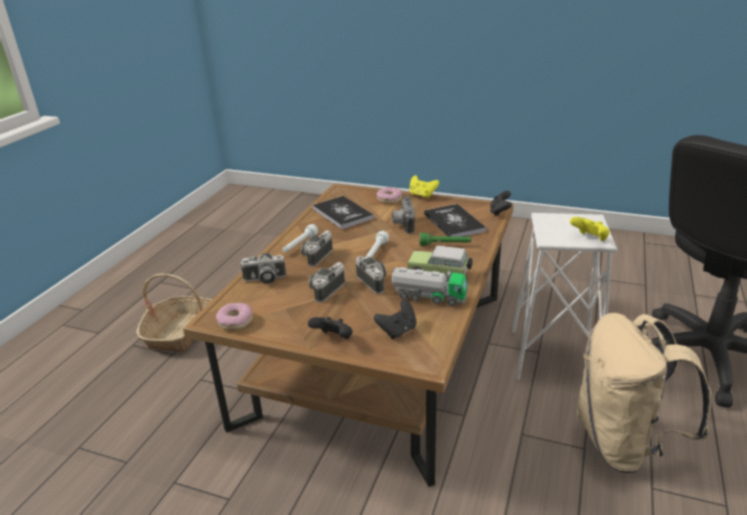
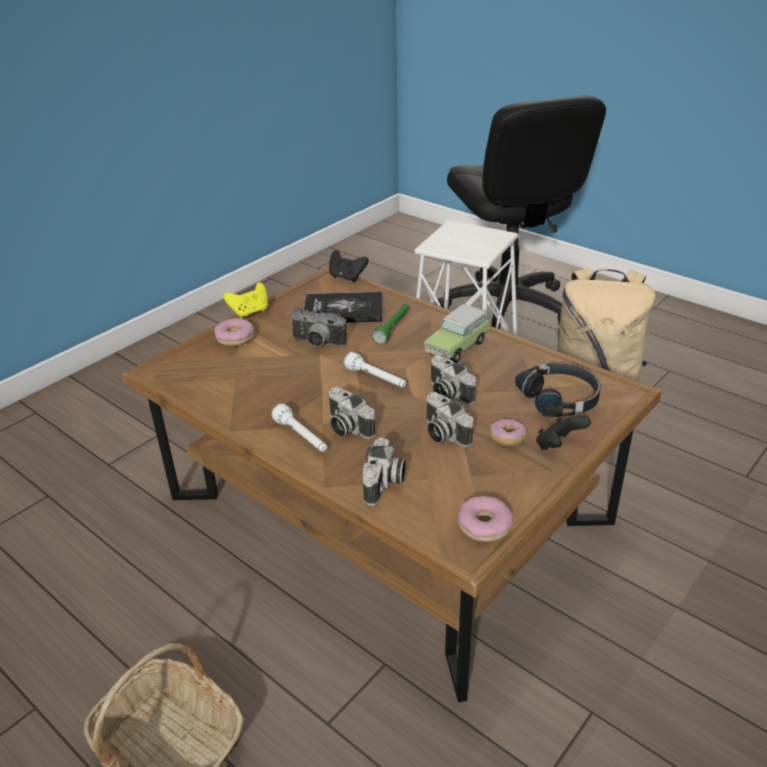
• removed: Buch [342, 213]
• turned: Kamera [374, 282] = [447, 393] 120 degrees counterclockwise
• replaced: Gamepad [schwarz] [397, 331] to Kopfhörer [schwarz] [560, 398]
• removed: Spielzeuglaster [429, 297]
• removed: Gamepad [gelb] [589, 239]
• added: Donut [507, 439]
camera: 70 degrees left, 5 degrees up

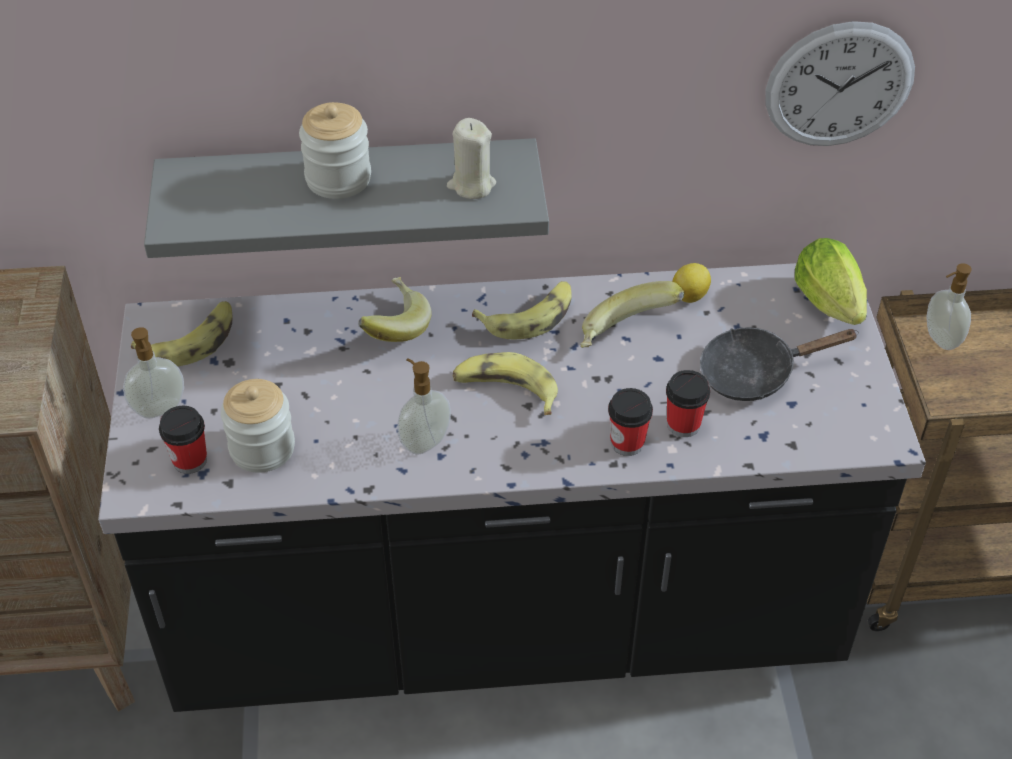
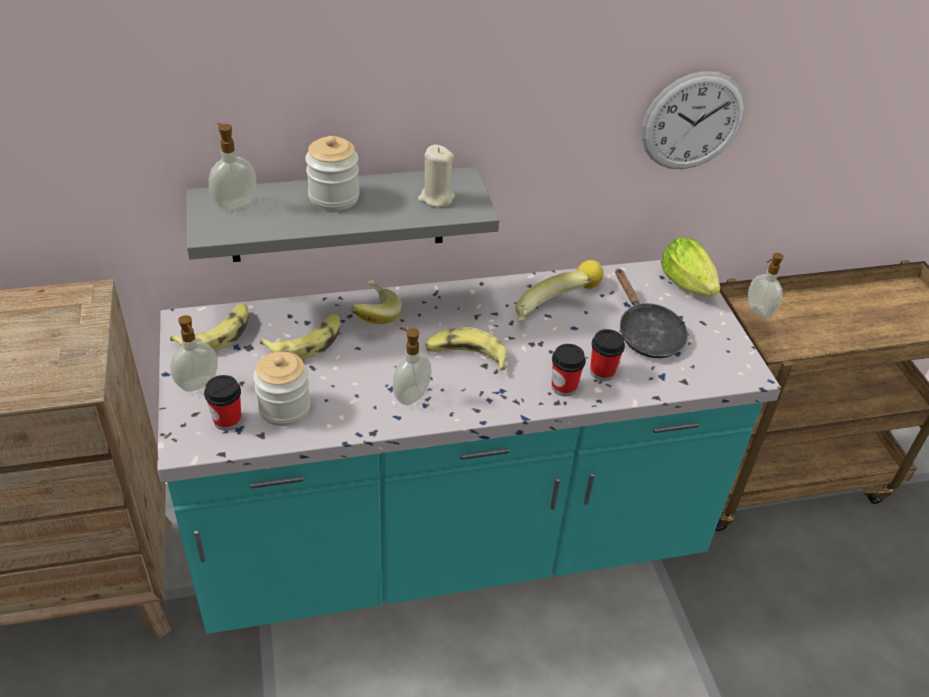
• recoloured: Küchenzeile [schwarz] [506, 621] to Küchenzeile [türkis] [451, 545]
• moved: Banane [529, 316] to [307, 342]
• turned: Pfanne [schwarz] [755, 373] = [646, 334] 90 degrees counterclockwise
• added: Seifenspender [235, 204]
camera: 10 degrees left, 5 degrees down

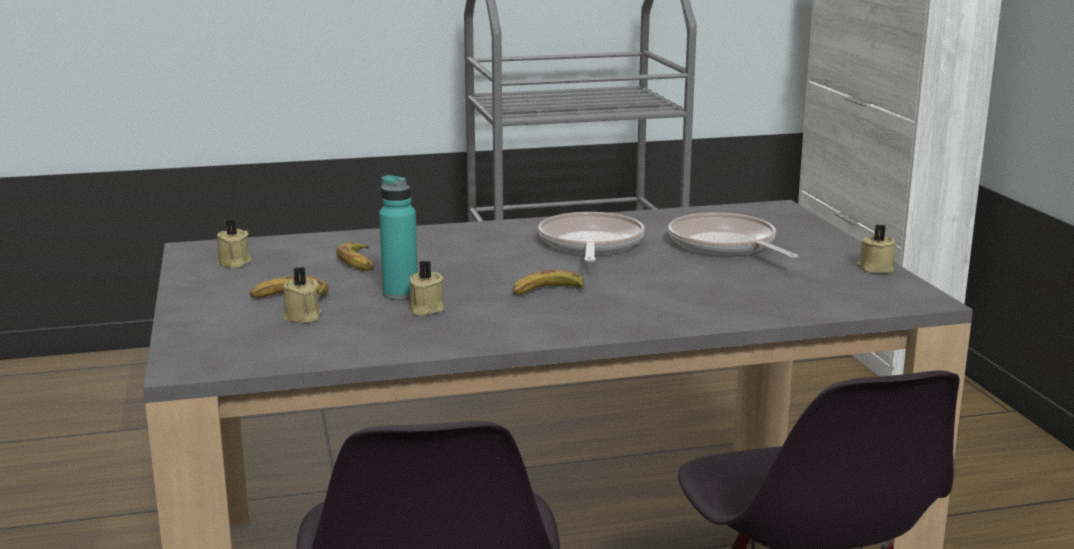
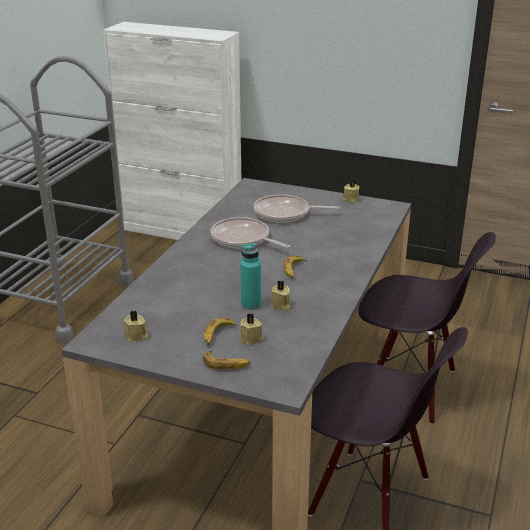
• moved: Banane [359, 263] to [226, 364]
camera: 55 degrees left, 10 degrees up

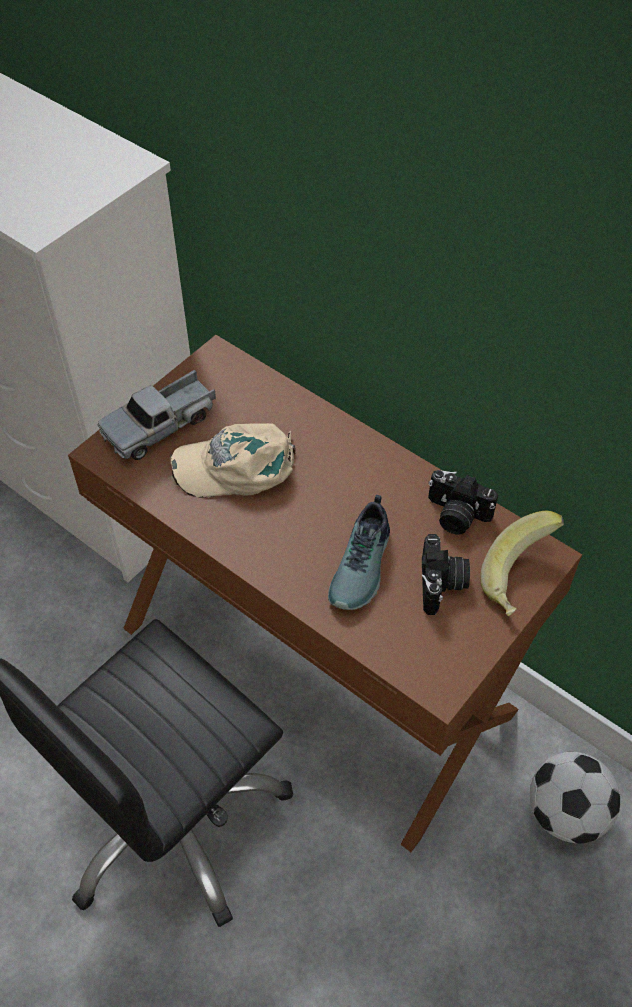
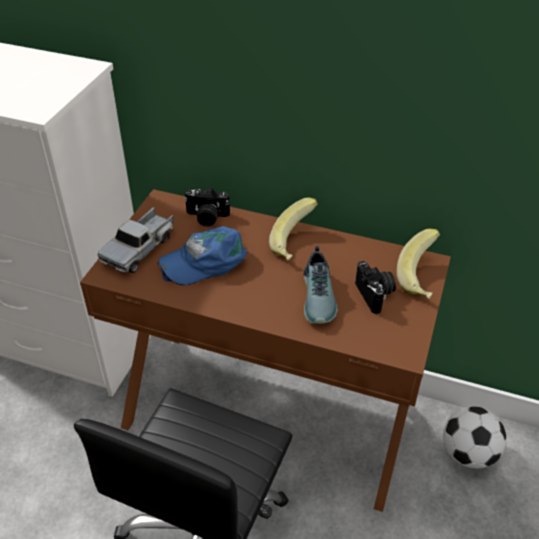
• recoloured: Kappe [beige] [236, 466] to Kappe [blau] [205, 260]
• moved: Kamera [456, 515] to [207, 217]
• added: Banane [295, 244]
camera: 20 degrees left, 10 degrees down

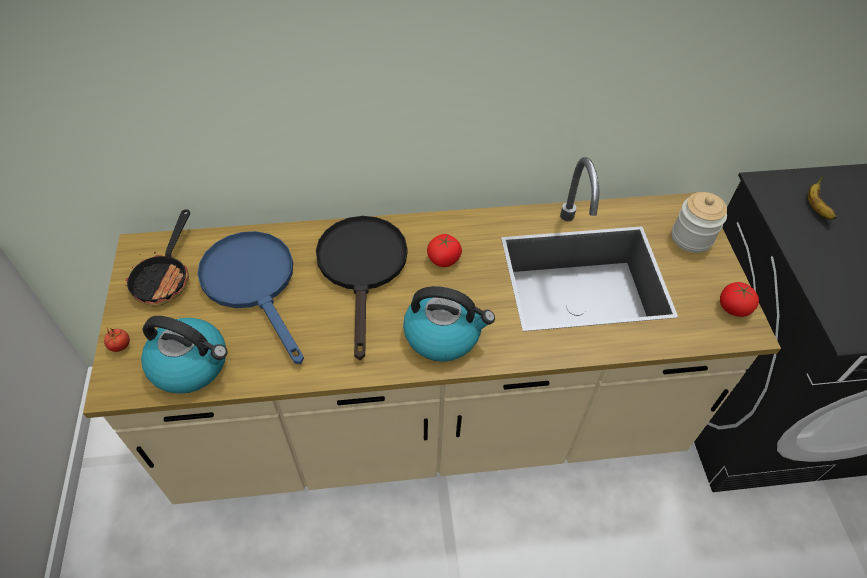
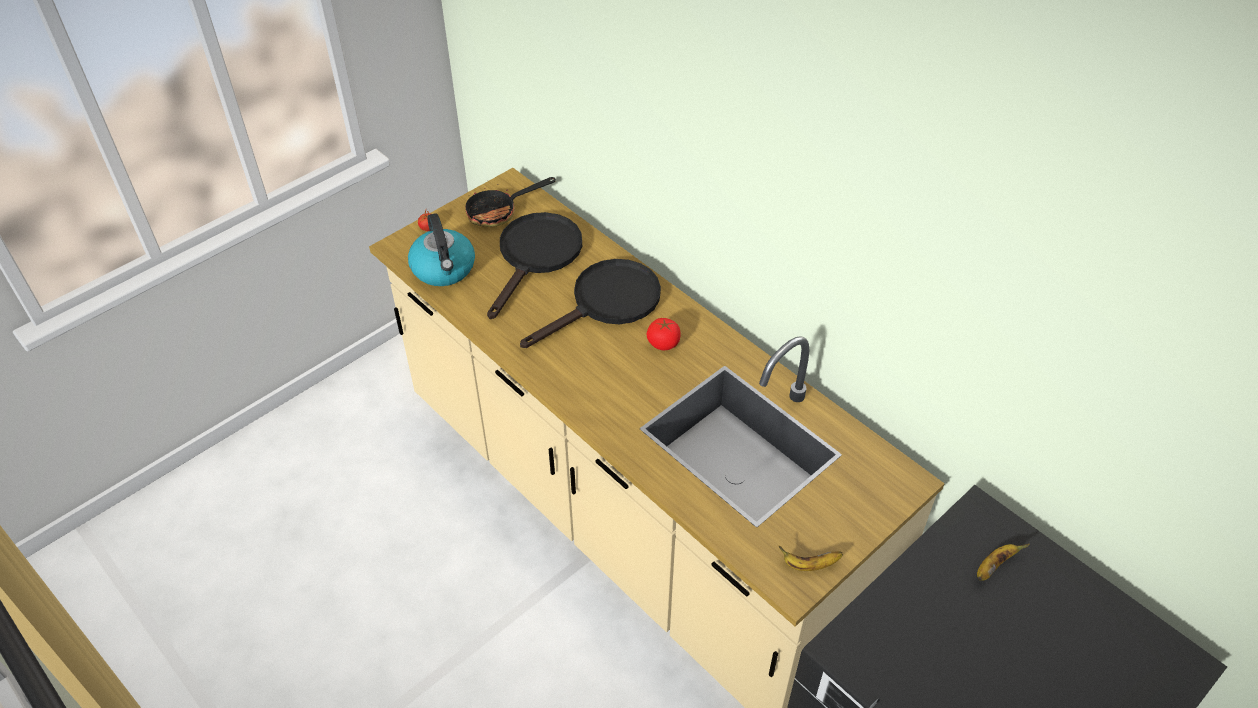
• recoloured: Pfanne [blau] [254, 284] to Pfanne [schwarz] [536, 256]
• removed: Wasserkessel [444, 334]
• removed: Vorratsglas [691, 238]
• replaced: Tomate [733, 308] to Banane [809, 565]
camera: 55 degrees right, 5 degrees down

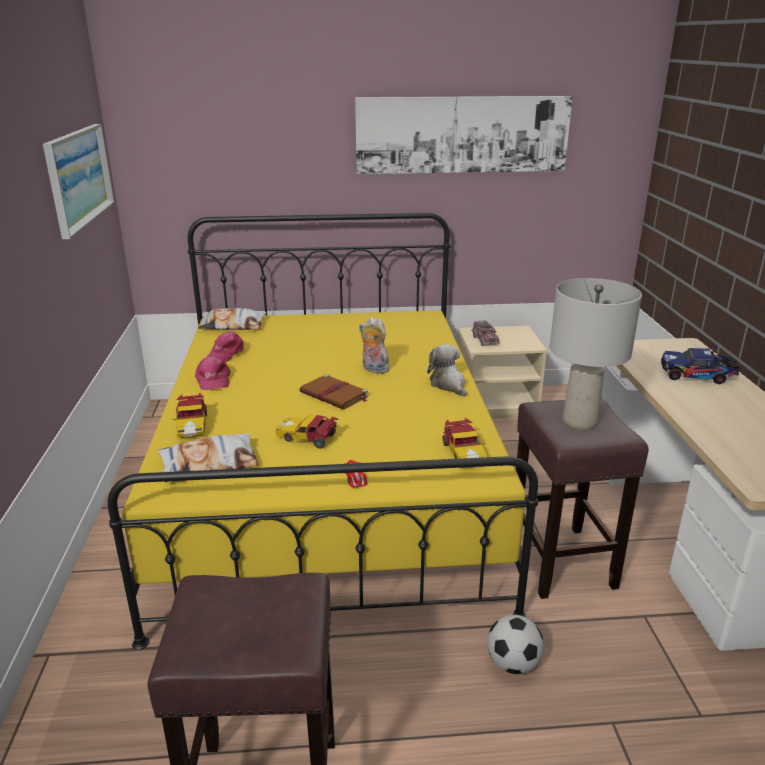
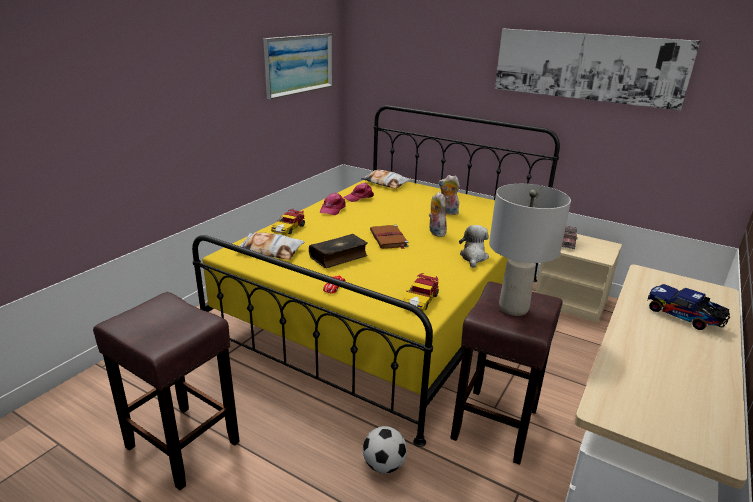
• replaced: Spielzeugauto [308, 438] to Buch [339, 257]
• added: Plüschtier [447, 212]
camera: 35 degrees right, 0 degrees up

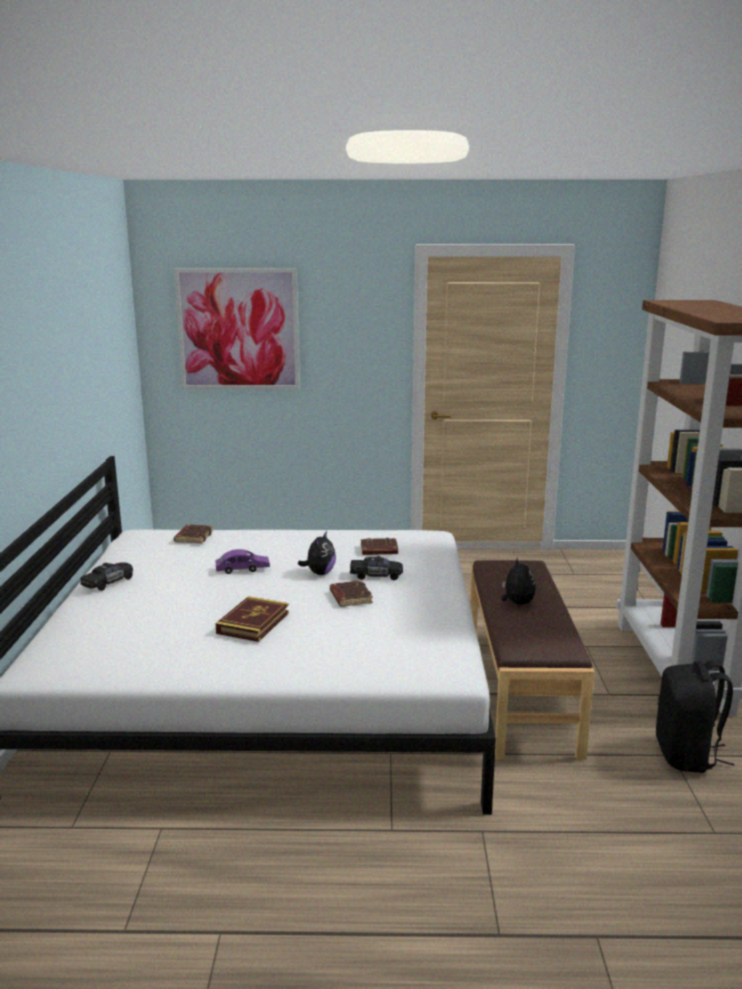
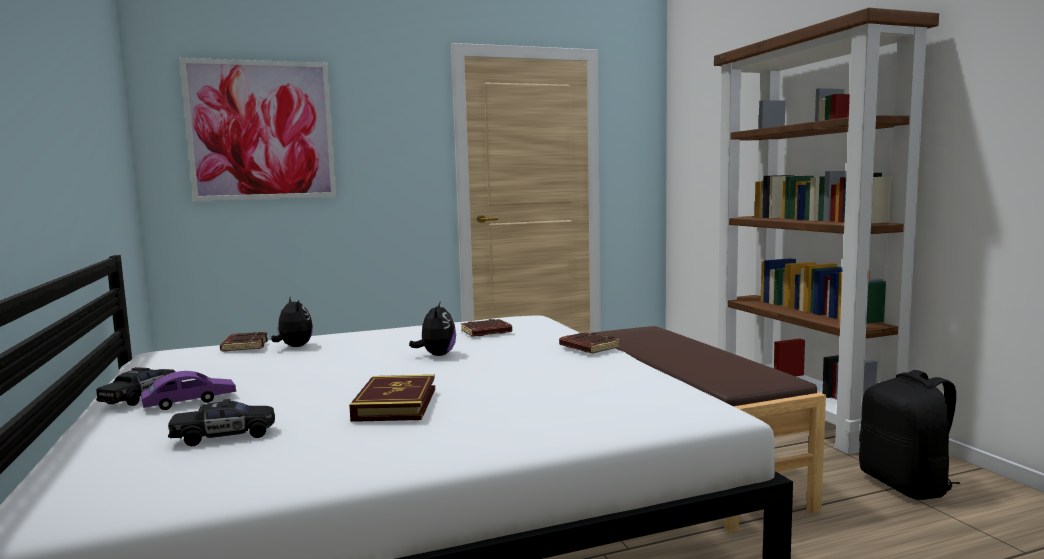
• moved: Spielzeugauto [lila] [242, 569] to [190, 402]
• moved: Buch [braun] [350, 597] to [588, 347]
• moved: Spielzeugauto [schwarz] [376, 576] to [225, 436]
• moved: Plüschtier [517, 603] to [294, 347]
camera: 20 degrees left, 10 degrees down

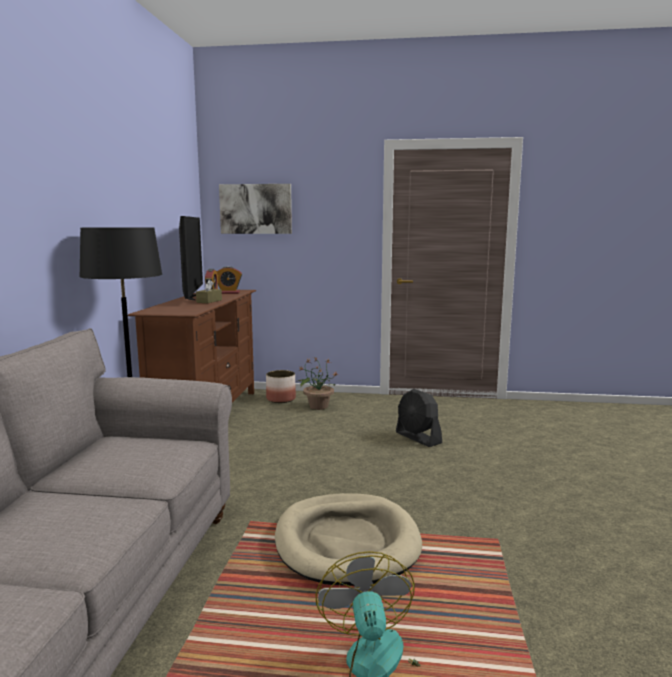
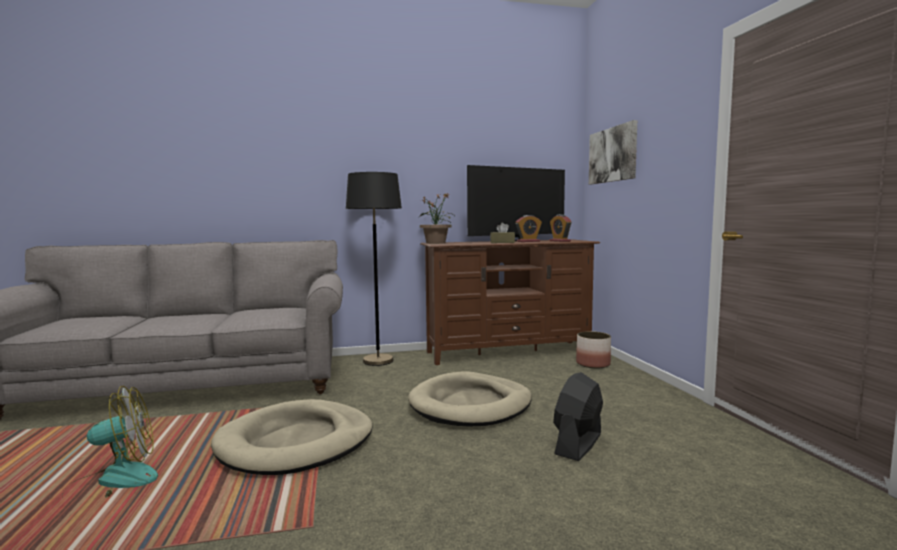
• moved: Topfpflanze [318, 406] to [435, 243]
• added: Hundebett [beige] [471, 404]
camera: 70 degrees right, 5 degrees down

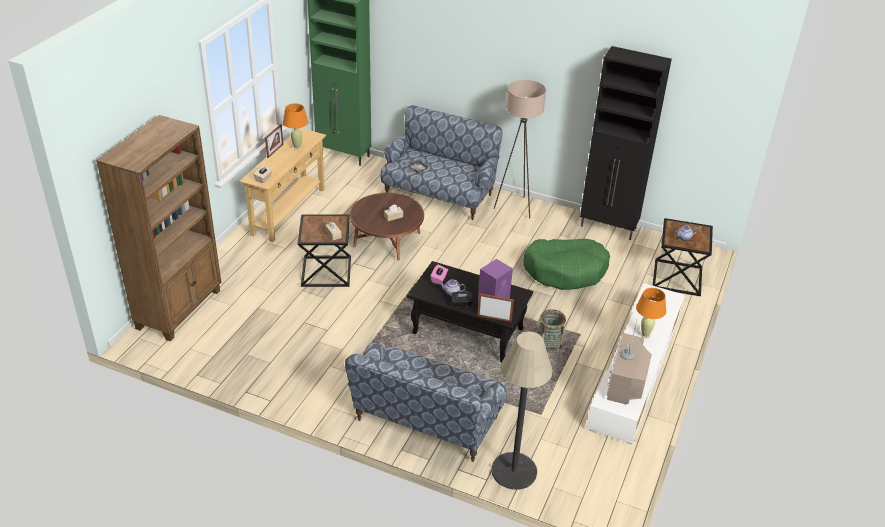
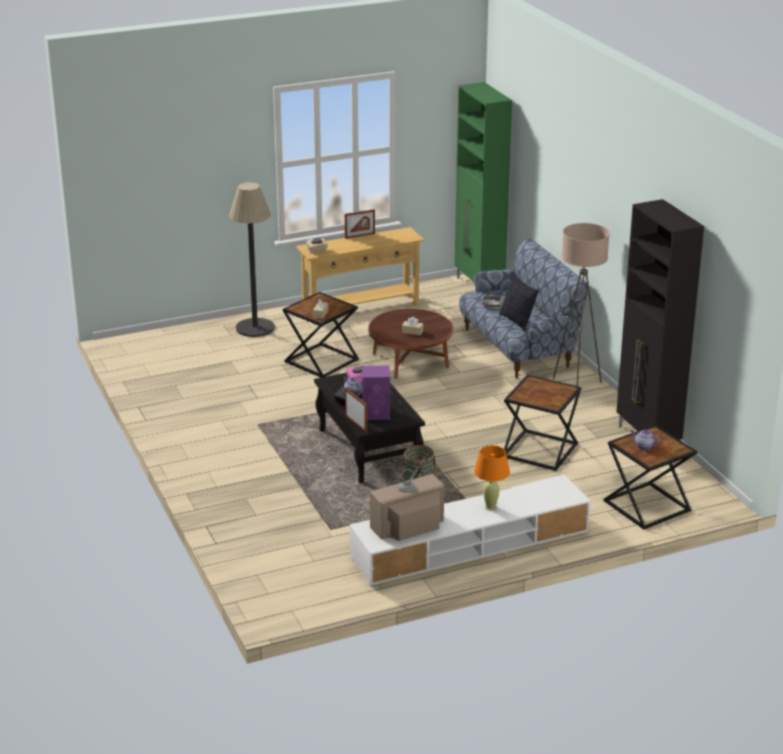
• removed: Bücherregal [braun] [180, 309]
• removed: Tischlampe [orange] [297, 147]
• removed: Sofa [426, 421]
• moved: Stehlampe [514, 471] to [255, 328]
• replaced: Hundebett [grün] [565, 270] to Beistelltisch [schwarz] [538, 451]
• added: Kissen [517, 321]
camera: 45 degrees right, 10 degrees down

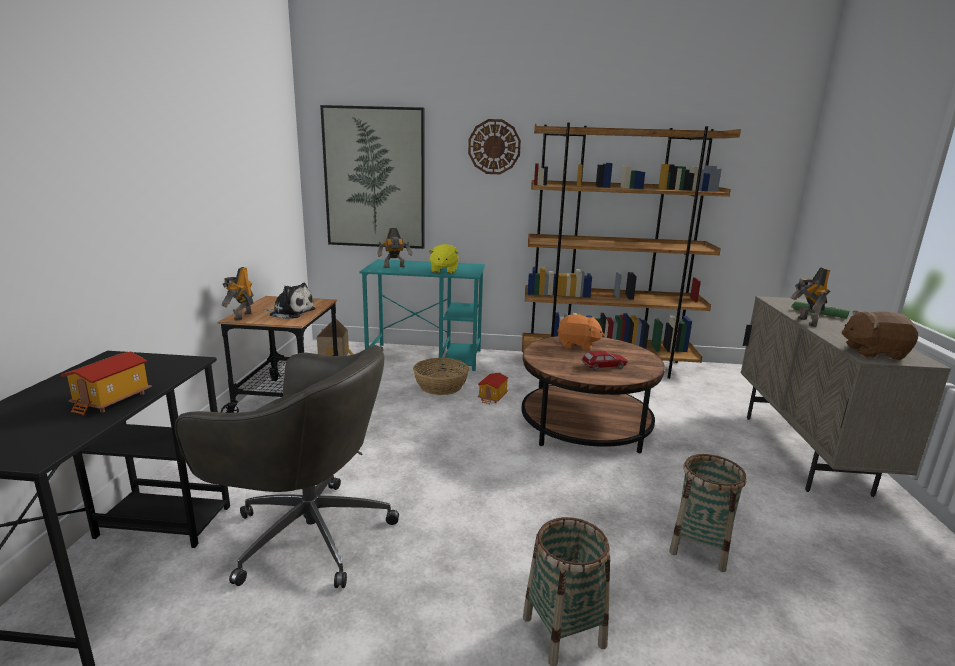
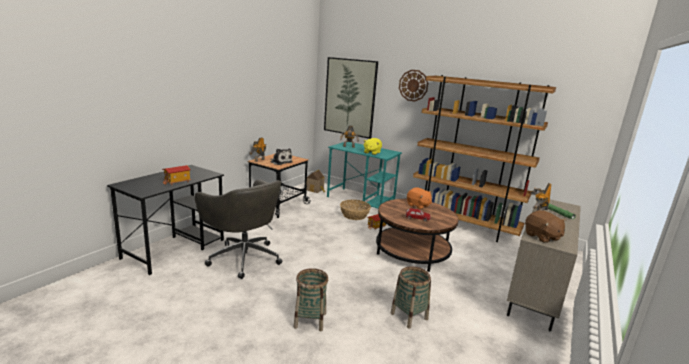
• turned: Plüschtier [braun] [873, 353] = [542, 237] 150 degrees counterclockwise
camera: 25 degrees right, 0 degrees up

